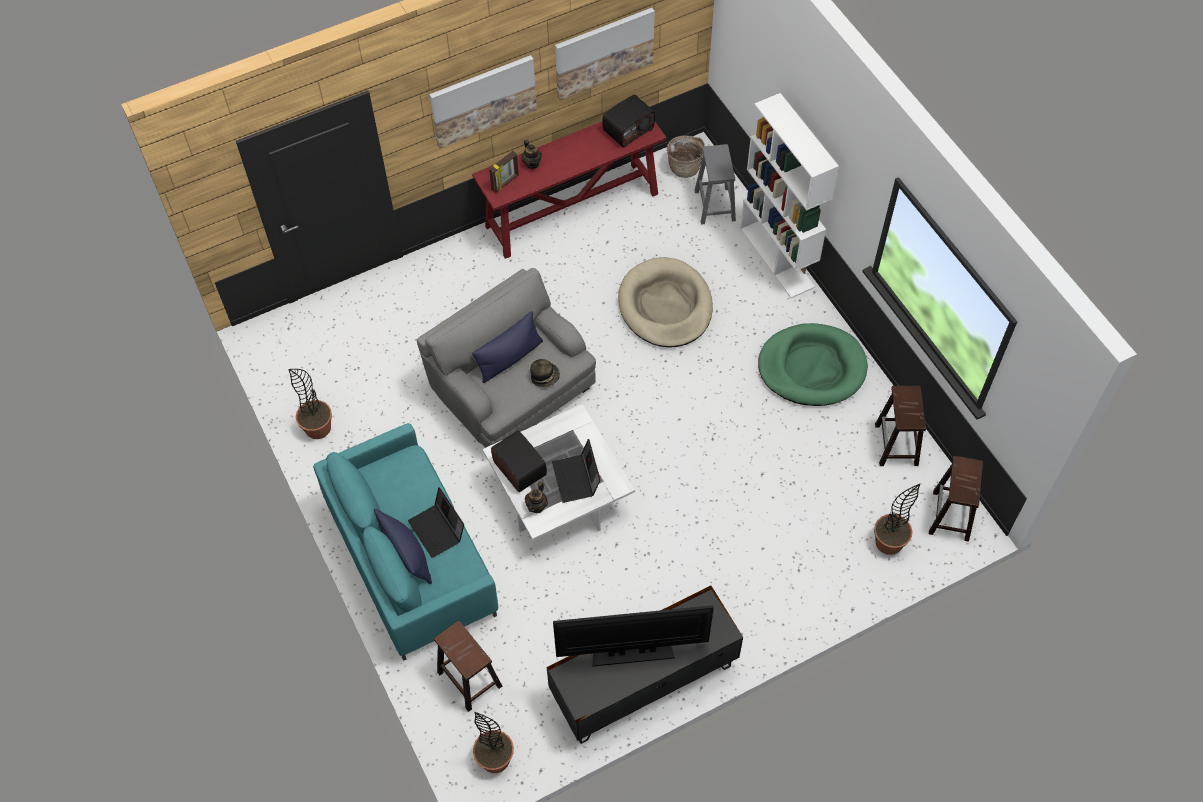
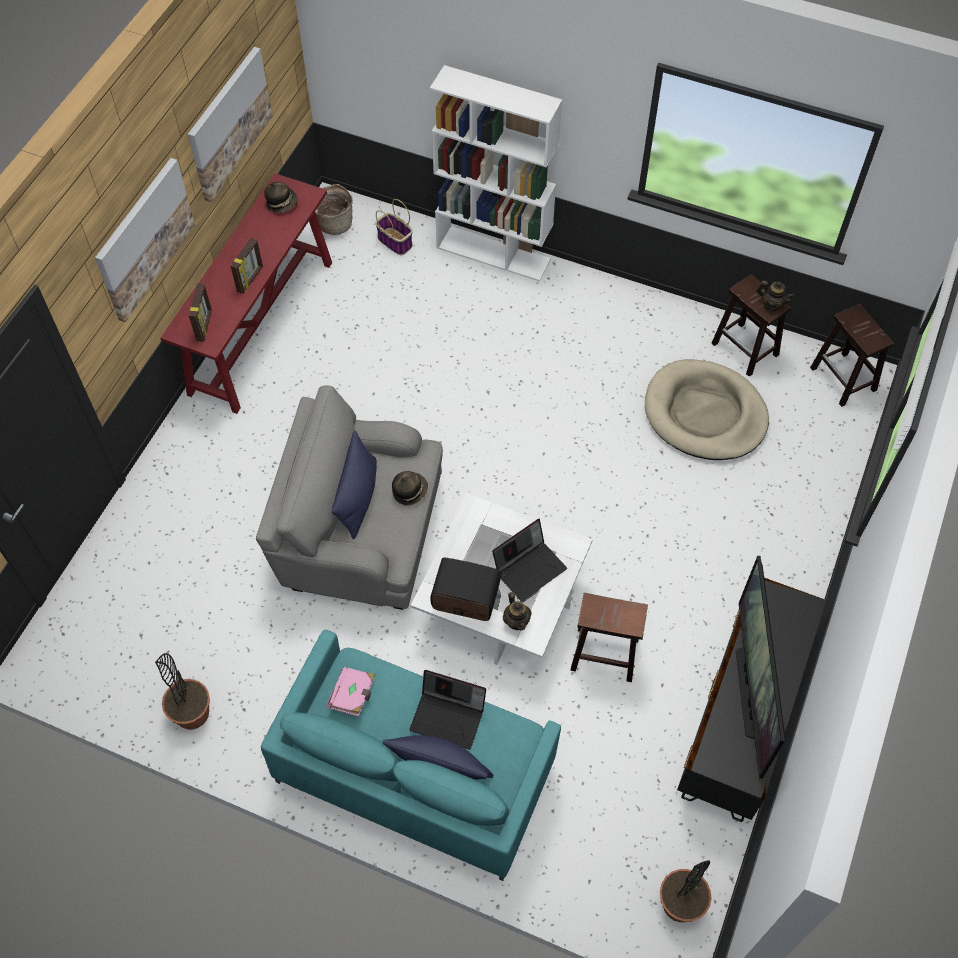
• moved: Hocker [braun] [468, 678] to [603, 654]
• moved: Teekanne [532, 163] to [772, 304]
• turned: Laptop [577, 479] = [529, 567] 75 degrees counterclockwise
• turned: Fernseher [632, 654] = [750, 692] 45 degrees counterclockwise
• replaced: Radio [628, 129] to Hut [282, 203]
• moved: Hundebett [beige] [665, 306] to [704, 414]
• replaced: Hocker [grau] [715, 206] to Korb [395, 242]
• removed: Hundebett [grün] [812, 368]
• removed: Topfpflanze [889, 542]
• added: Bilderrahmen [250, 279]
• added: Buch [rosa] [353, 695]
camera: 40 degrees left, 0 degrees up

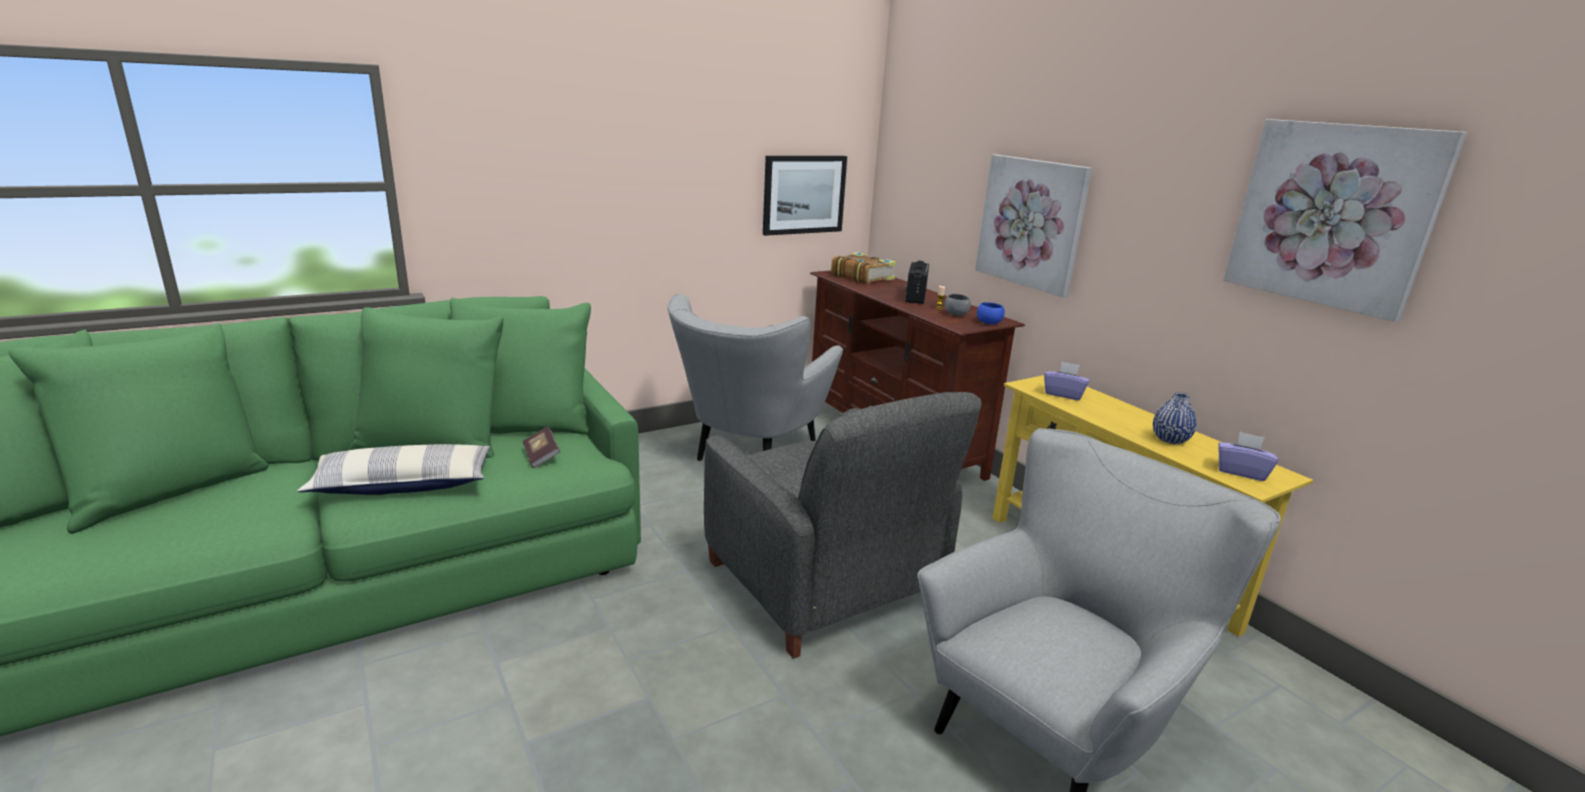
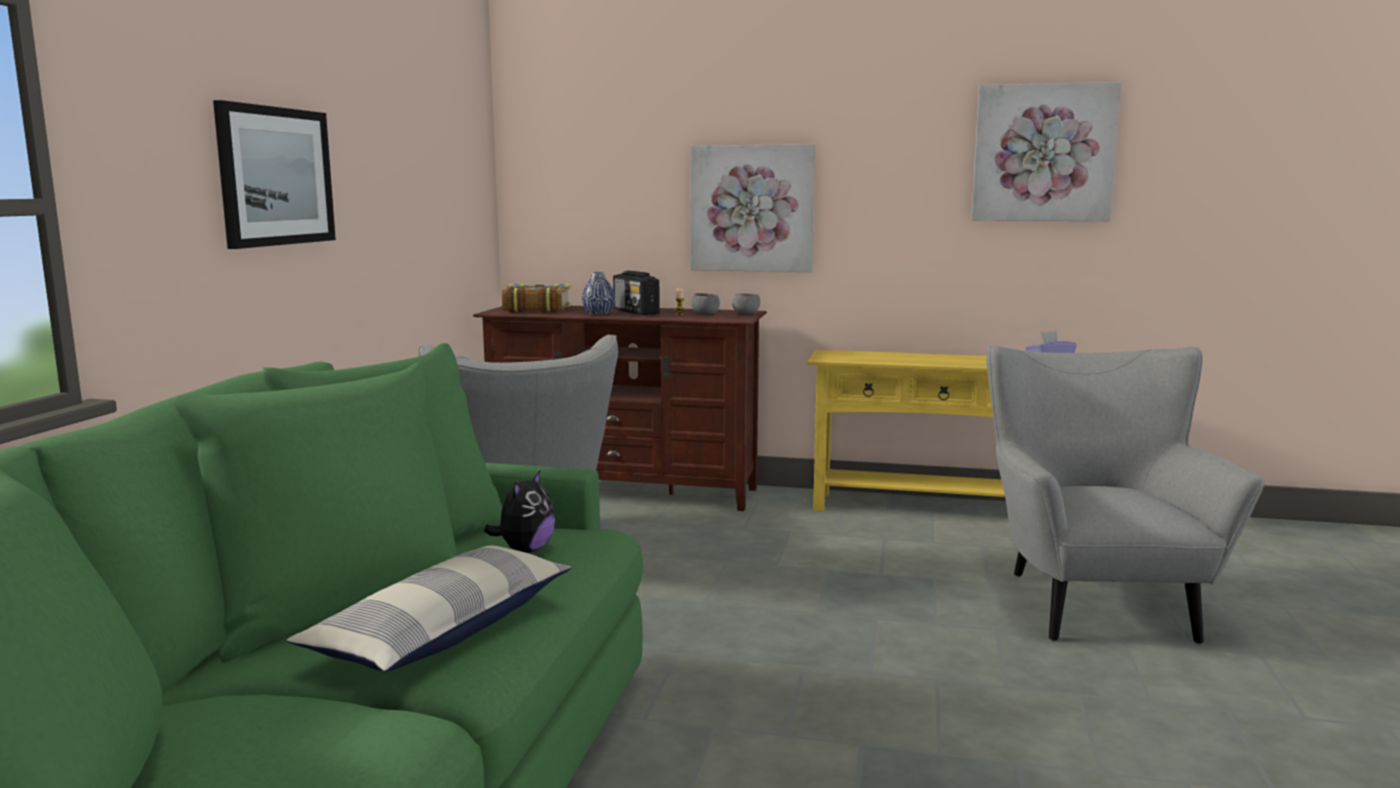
• replaced: Buch [541, 456] to Plüschtier [525, 550]
• removed: Sessel [grau] [824, 583]
• moved: Bild [804, 194] to [276, 176]
• recoloured: Schüssel [blau] [989, 323] to Schüssel [grau] [746, 314]
• removed: Taschentuchbox [lila] [1063, 394]
• moved: Vase [blau] [1170, 440] to [598, 313]
camera: 45 degrees left, 10 degrees down

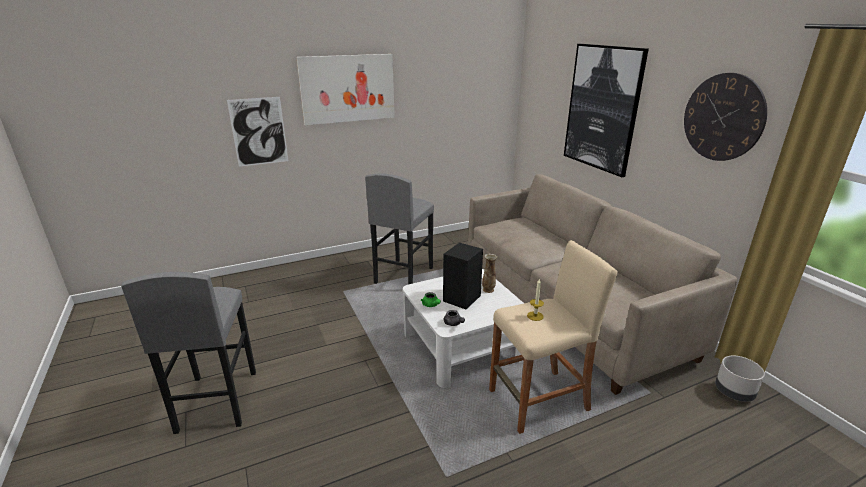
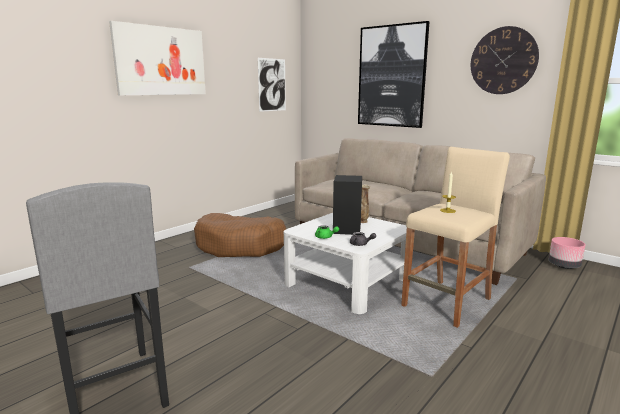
• moved: Bild [259, 131] to [272, 85]
• replaced: Hocker [grau] [403, 275] to Hundebett [braun] [241, 246]
• recoloured: Pflanzkübel [grau] [734, 392] to Pflanzkübel [rosa] [564, 266]
camera: 25 degrees left, 10 degrees down

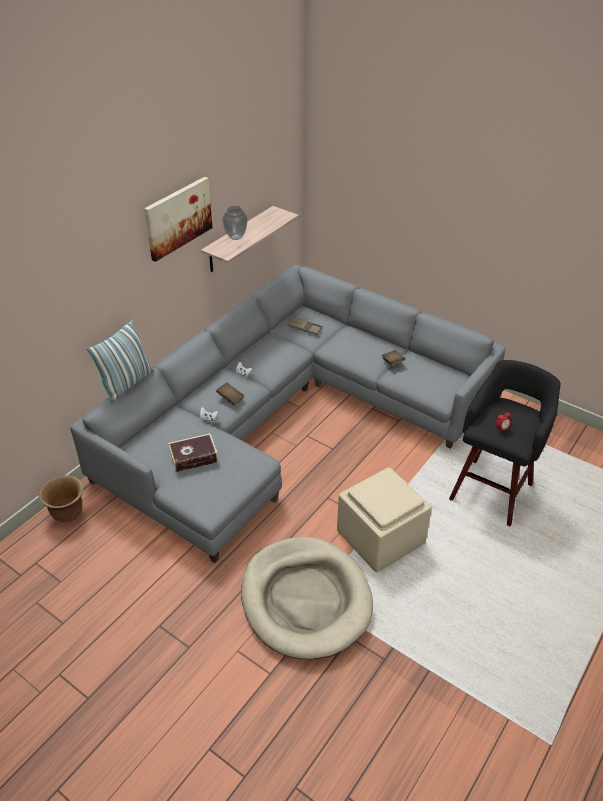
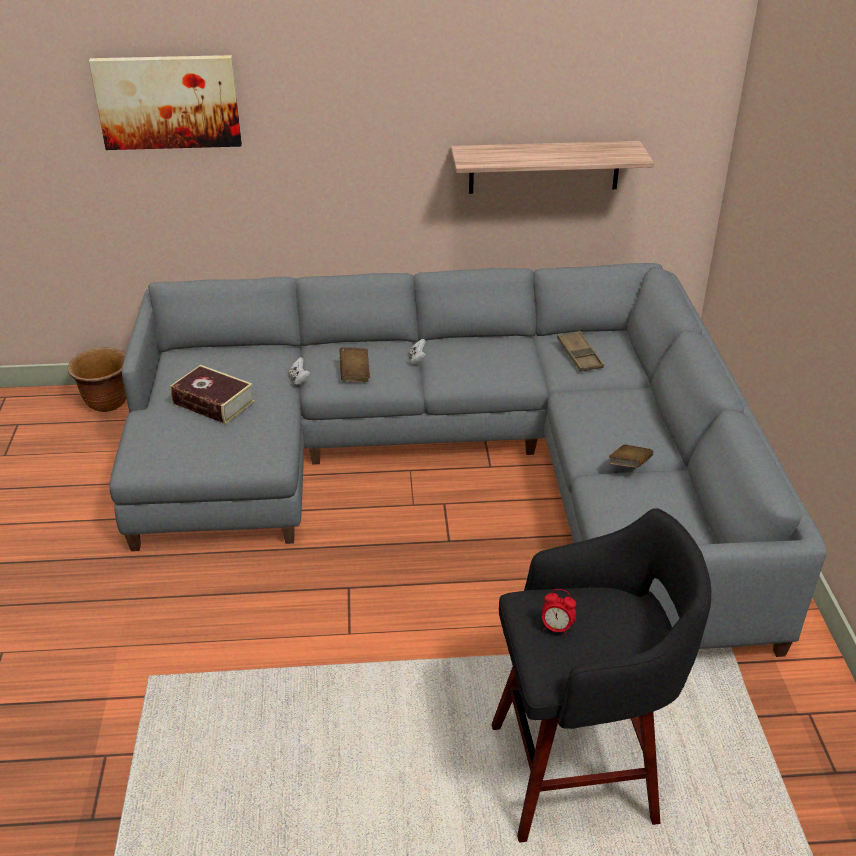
• removed: Kissen [127, 384]
• moved: Bild [178, 217] to [168, 102]
• removed: Vase [236, 237]
• removed: Hundebett [beige] [305, 599]
• removed: Polsterhocker [beige] [381, 538]
camera: 50 degrees right, 5 degrees down

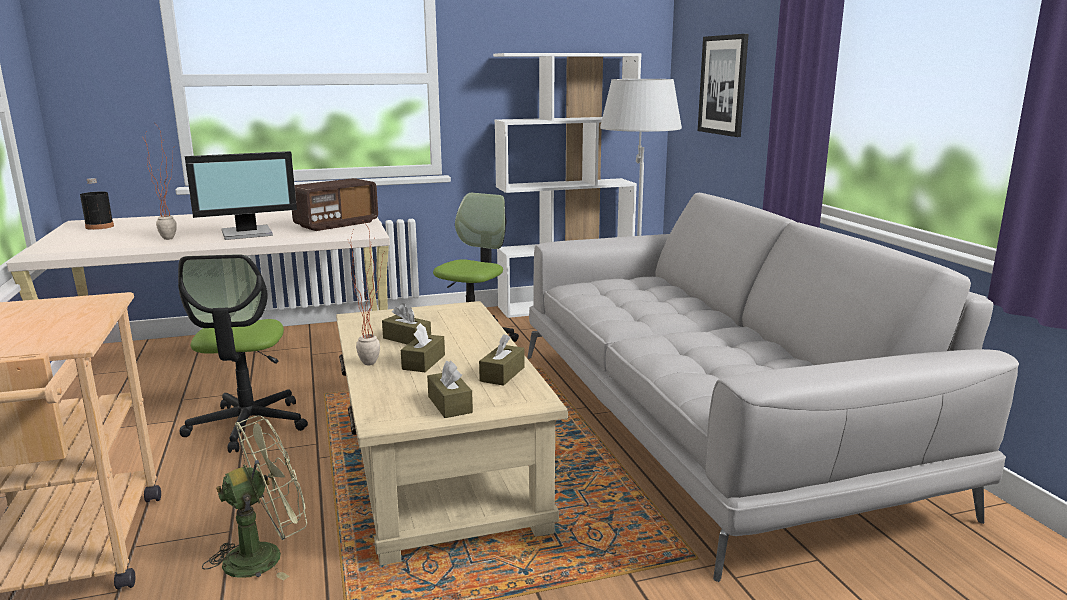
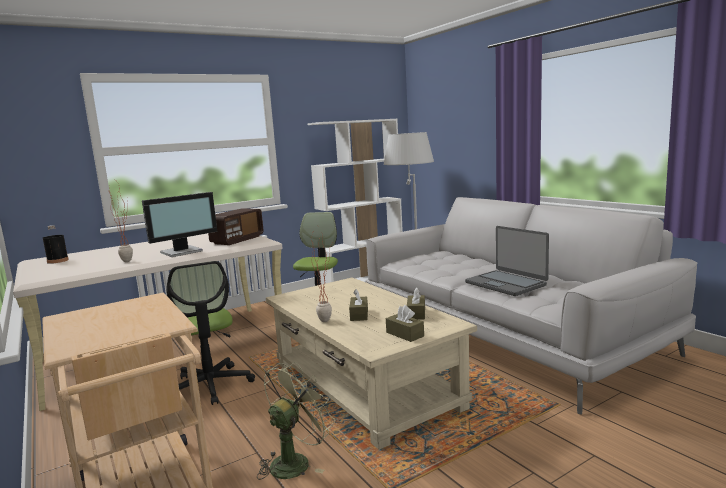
• removed: Taschentuchbox [braun] [407, 339]
• removed: Bild [723, 85]
• added: Laptop [506, 284]
camera: 15 degrees left, 5 degrees down

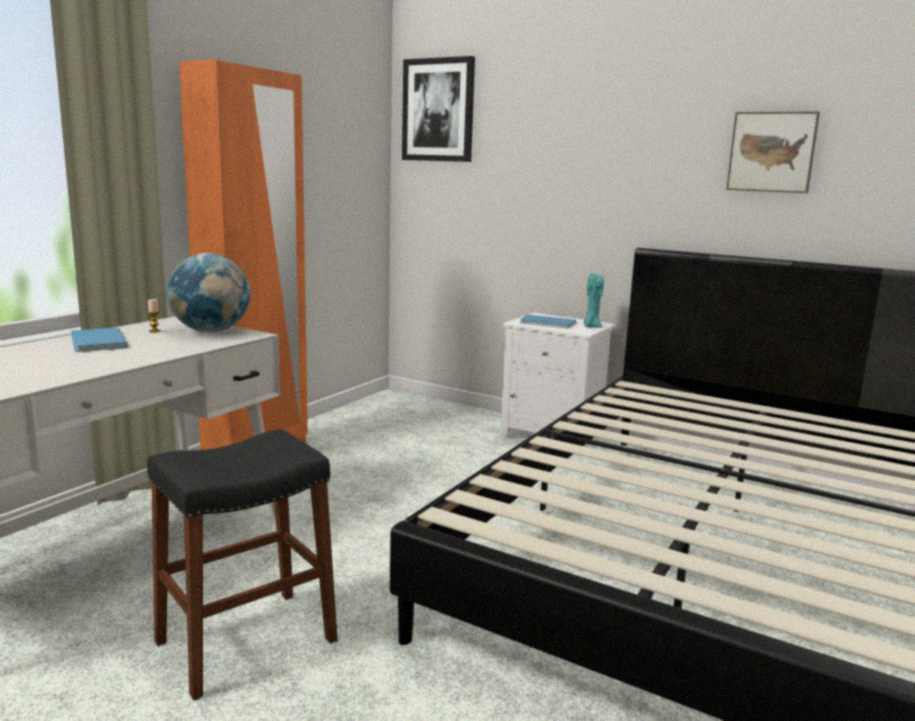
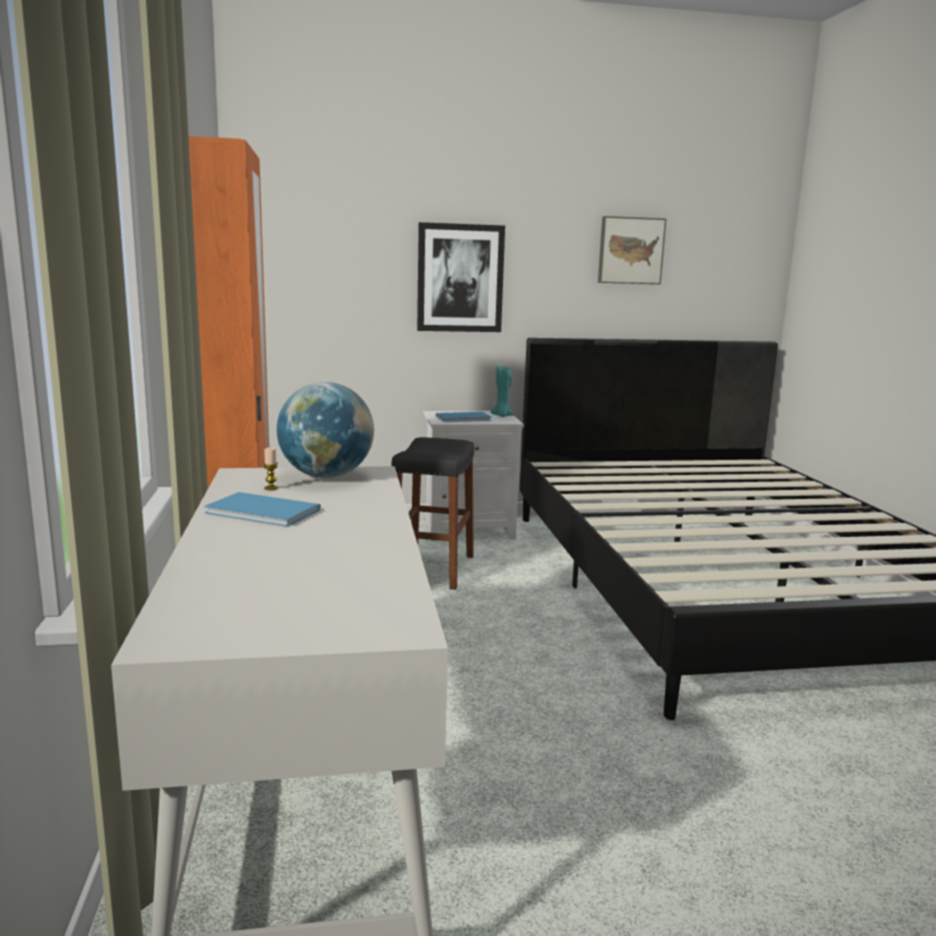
• moved: Hocker [schwarz] [246, 641] to [432, 569]
• moved: Bild [438, 110] to [460, 278]
camera: 40 degrees left, 0 degrees up

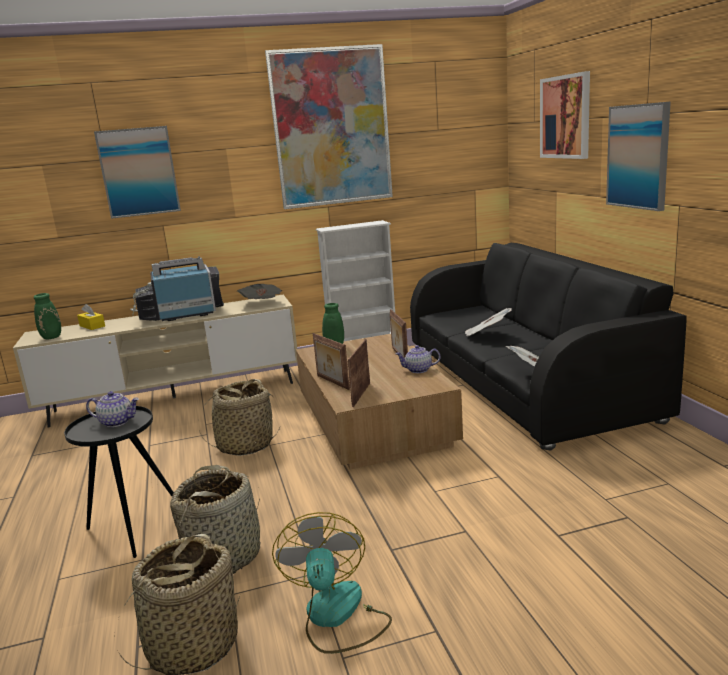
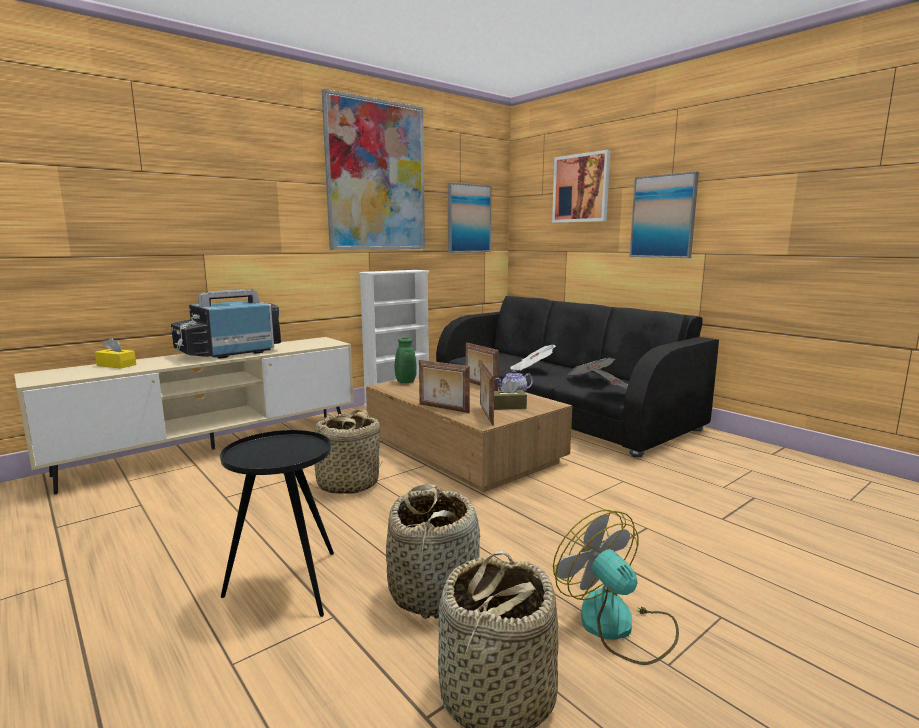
• removed: Vase [grün] [53, 337]
• removed: Teekanne [117, 422]
• moved: Bild [139, 172] to [468, 218]
• moved: Zeitung [262, 304] to [590, 379]
• added: Taschentuchbox [braun] [508, 406]
camera: 25 degrees left, 5 degrees down

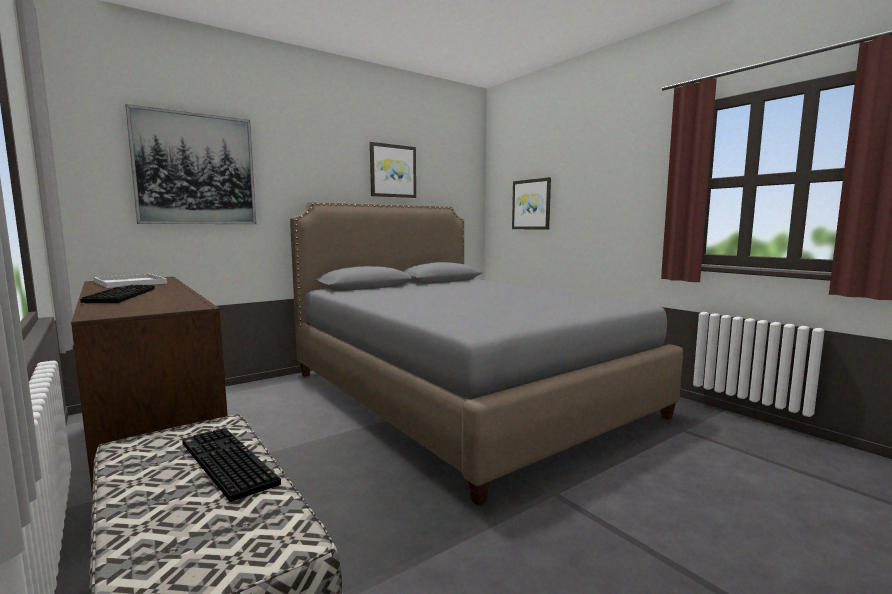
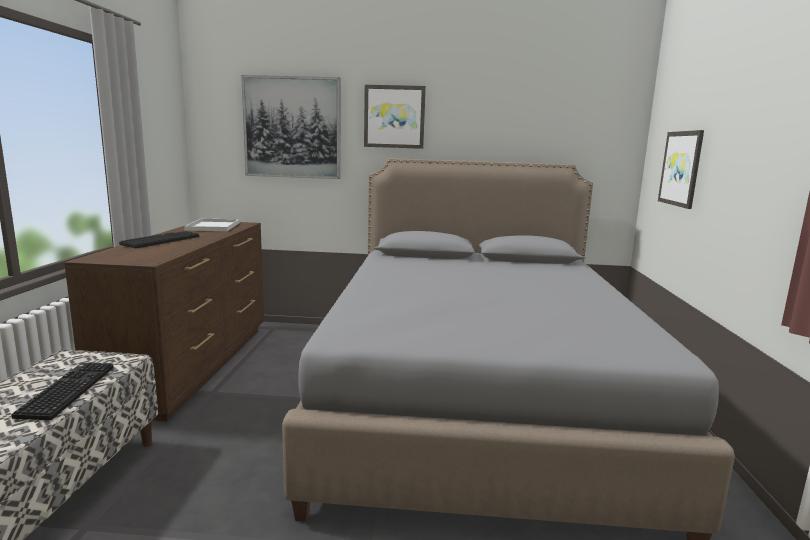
• moved: Bild [392, 171] to [394, 117]
camera: 40 degrees right, 5 degrees up

